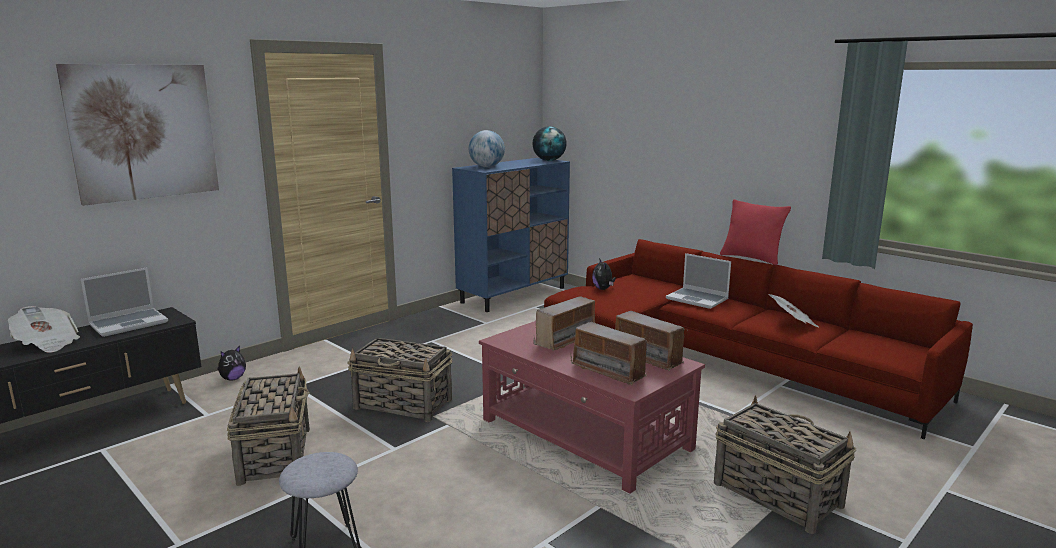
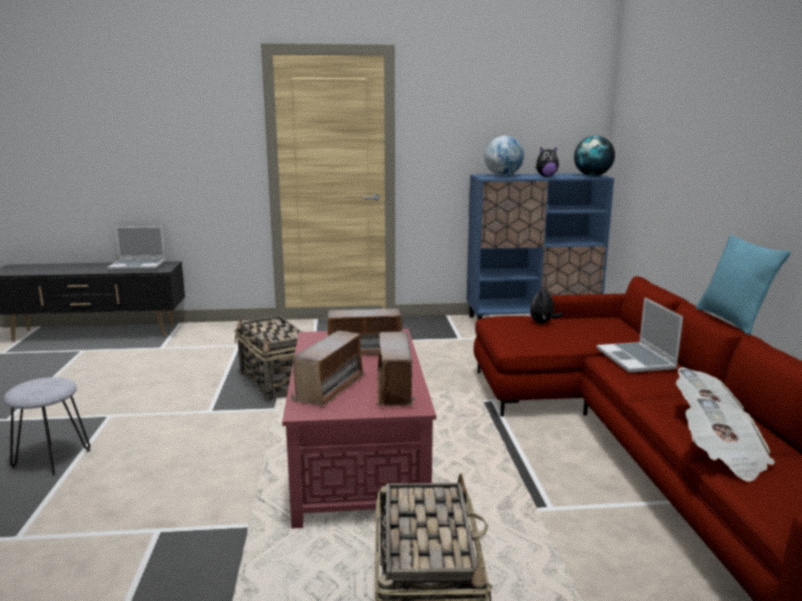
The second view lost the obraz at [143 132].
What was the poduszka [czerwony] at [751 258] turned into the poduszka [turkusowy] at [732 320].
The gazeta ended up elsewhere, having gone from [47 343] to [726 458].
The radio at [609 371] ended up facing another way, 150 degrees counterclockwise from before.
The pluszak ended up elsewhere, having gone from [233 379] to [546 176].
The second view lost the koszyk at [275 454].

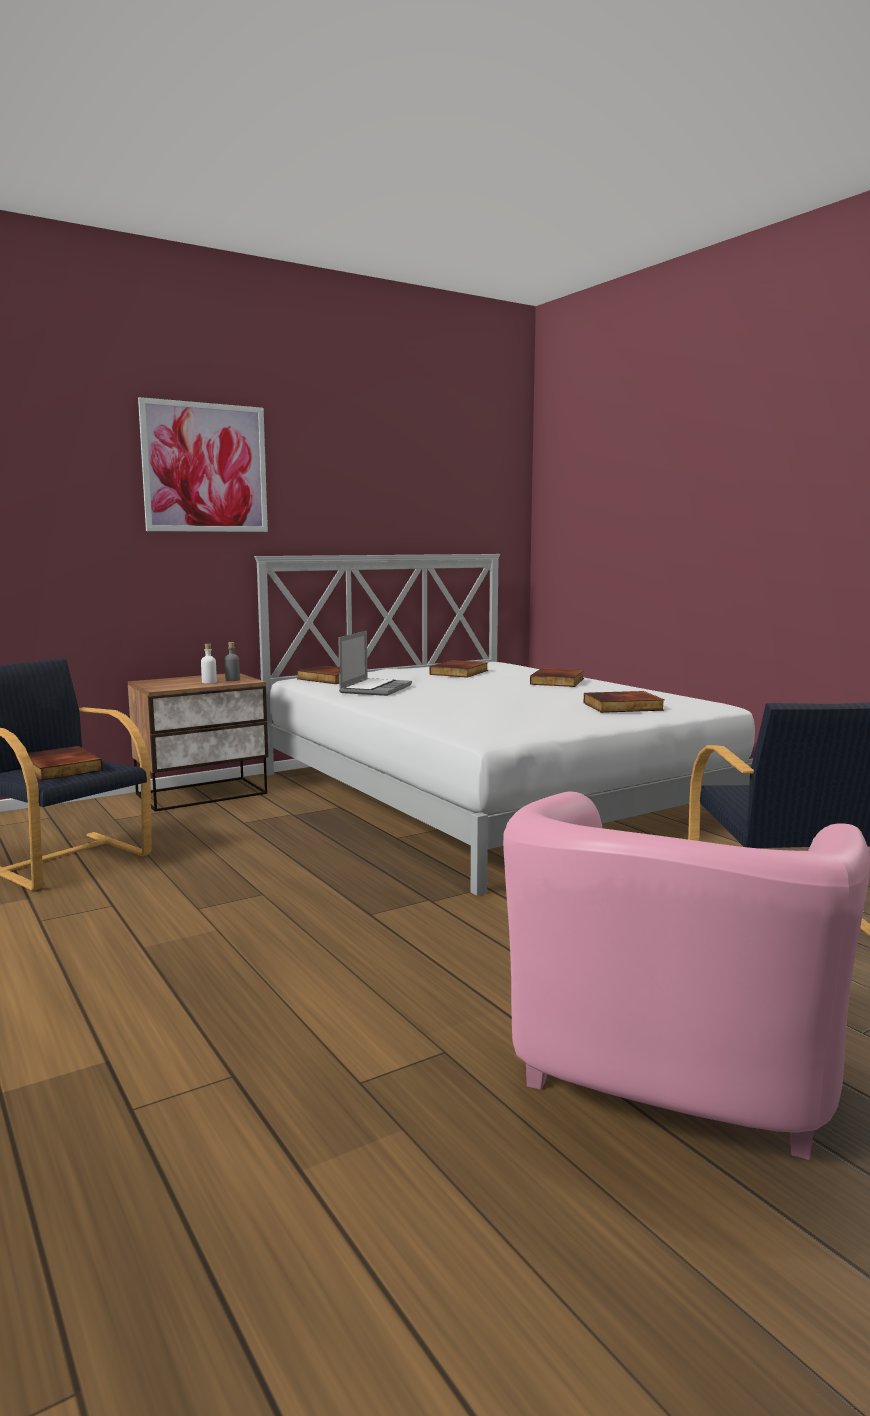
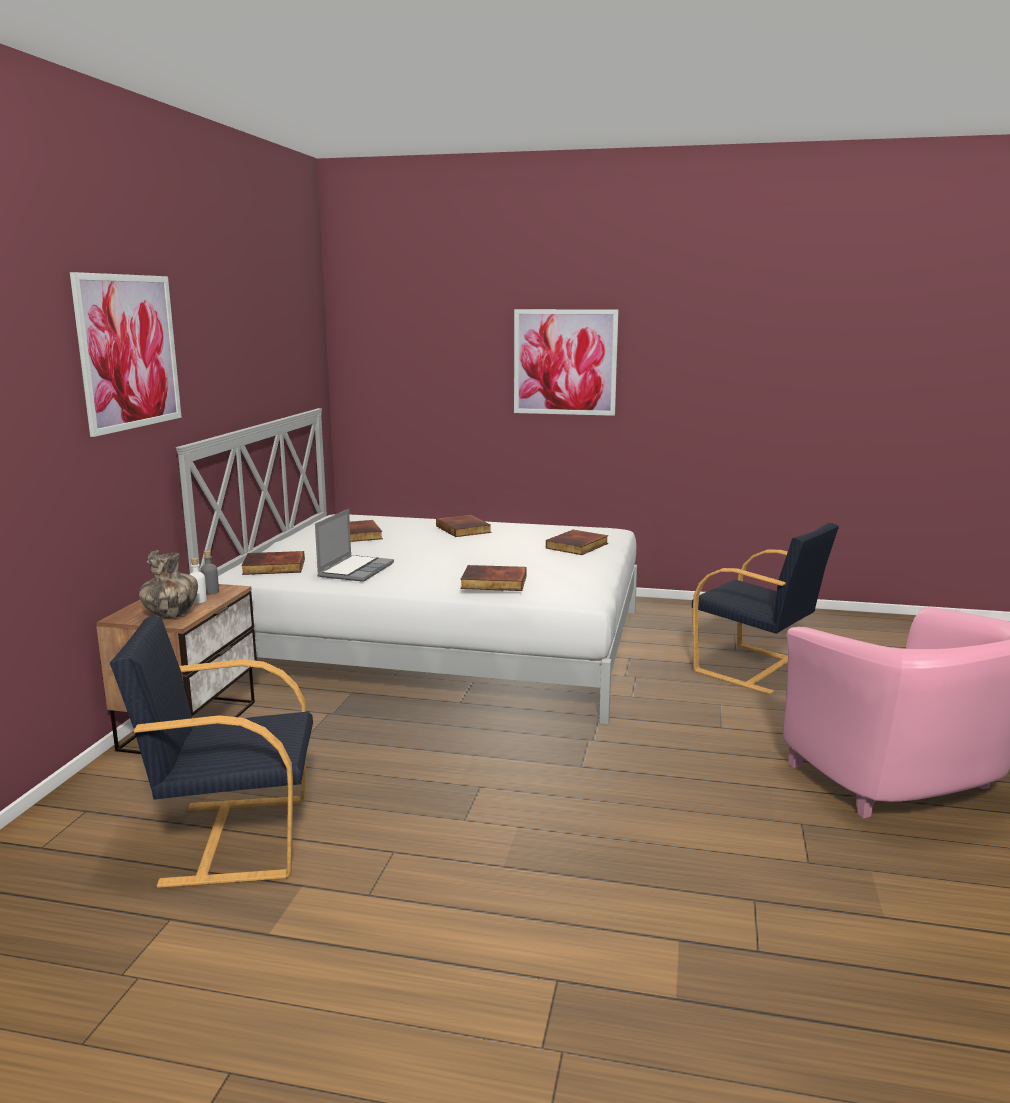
The laptop at [375 689] ended up facing another way, 45 degrees clockwise from before.
The książka ended up elsewhere, having gone from [59 768] to [493 582].
The second view gained the obraz at [565 362].
The second view gained the wazon at [172 615].

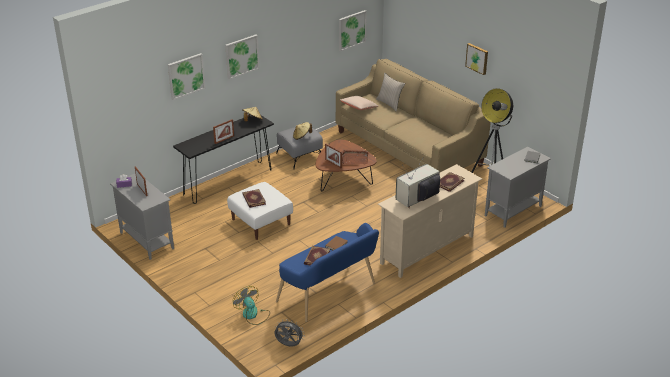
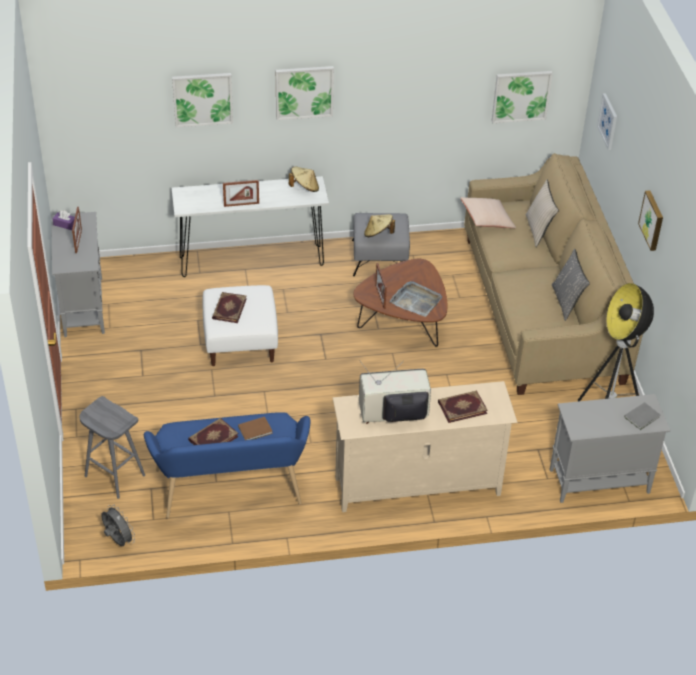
What was the stolik konsolowy [czarny] at [228 182] turned into the stolik konsolowy [biały] at [251 261].
What was the taca [brązowy] at [354 158] turned into the taca [szary] at [416 300].
Where the wentylator stood at [253 315], the stołek [szary] came to stand at [113 475].
The second view gained the obraz at [608 121].
The second view gained the poduszka [szary] at [566 302].

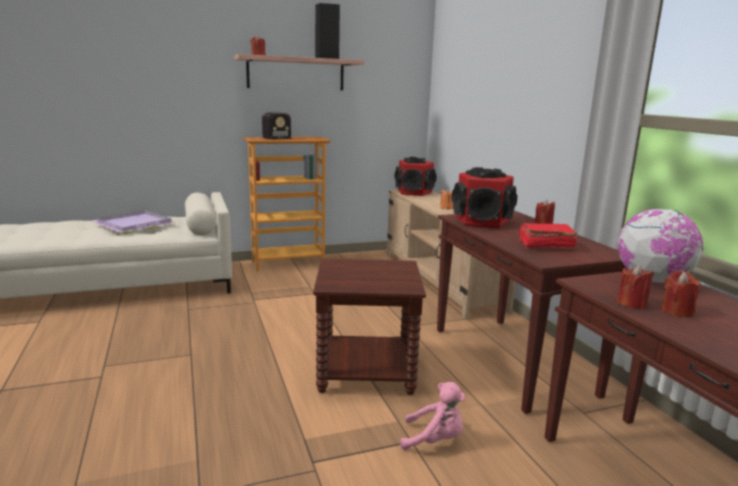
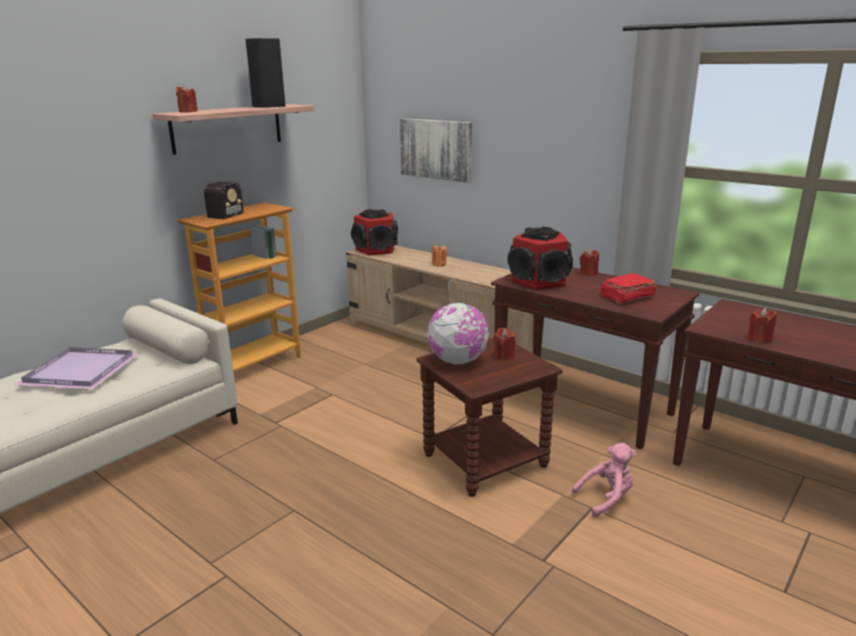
The globus ended up elsewhere, having gone from [652 280] to [458 361].
The świeca [czerwony] ended up elsewhere, having gone from [676 311] to [504 356].
The second view gained the obraz at [436 149].

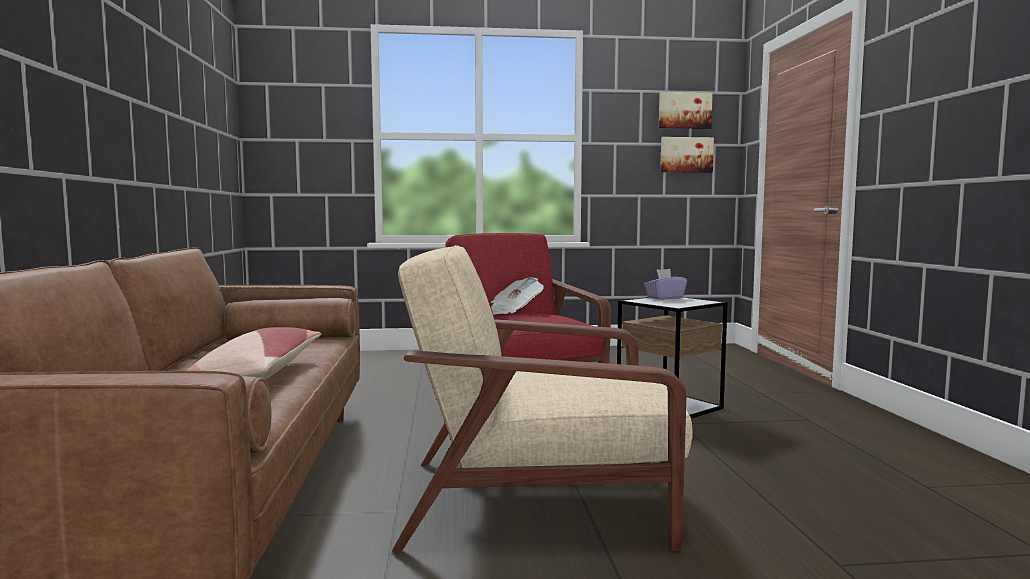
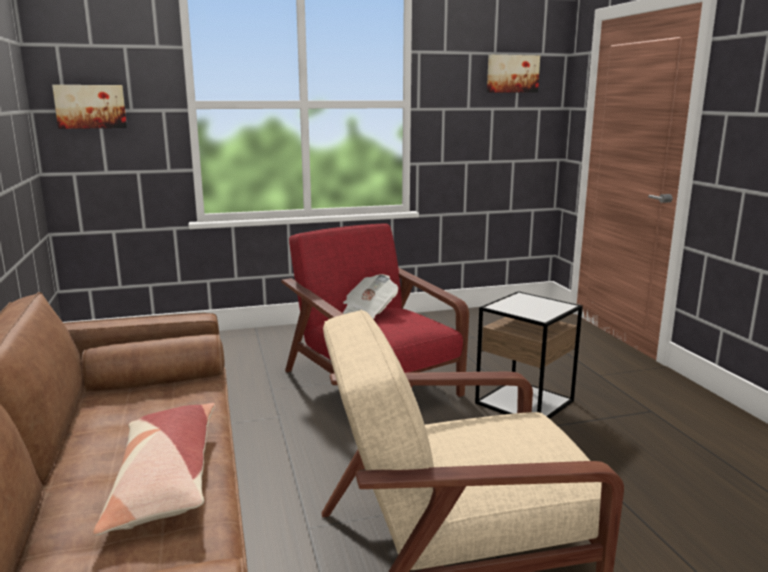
The obraz ended up elsewhere, having gone from [686 155] to [91 106].
The second view lost the pudełko chusteczek [fioletowy] at [664 298].

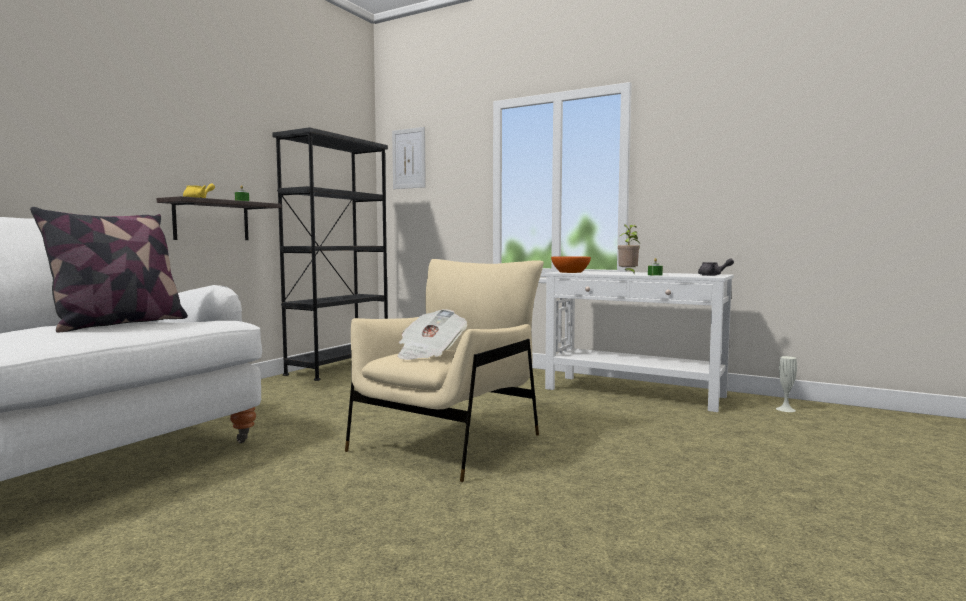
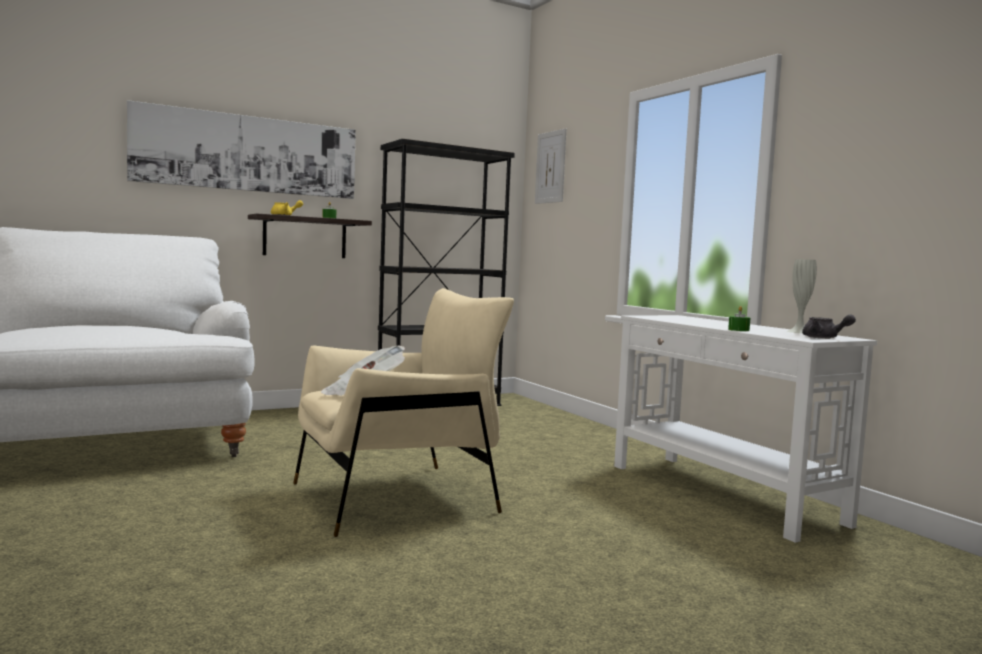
The second view lost the poduszka at [119 324].
The second view lost the roślina doniczkowa at [628 274].
The second view lost the miska [pomarańczowy] at [570 272].
The wazon [biały] ended up elsewhere, having gone from [785 409] to [799 332].
The second view gained the obraz at [248 153].

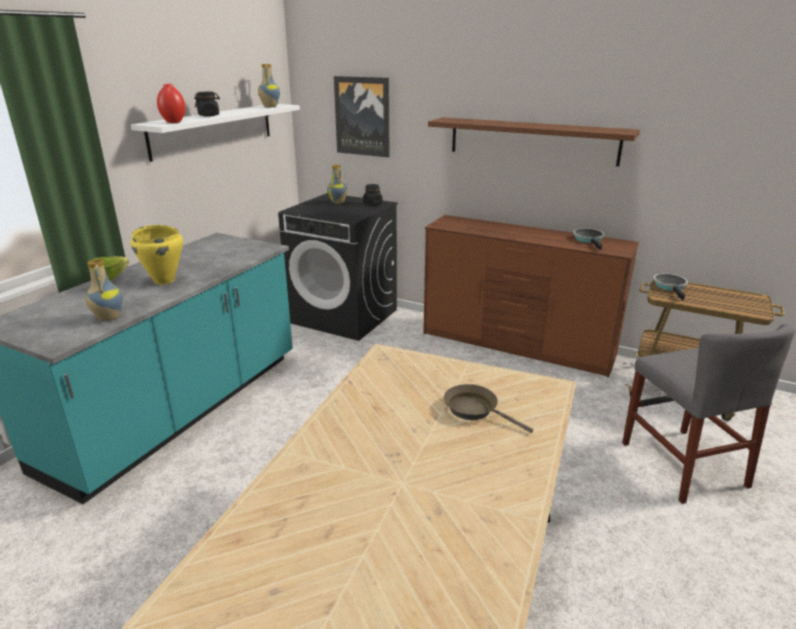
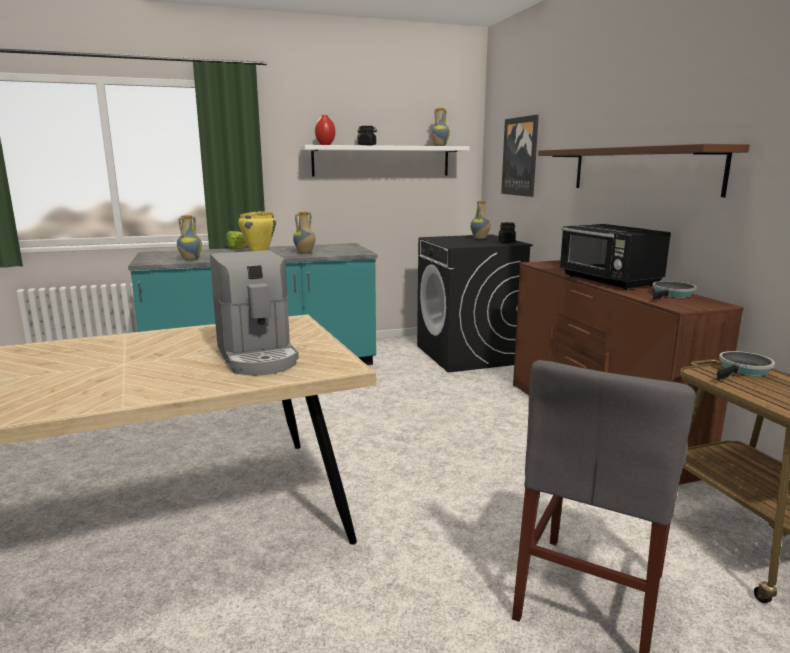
Where the patelnia [brązowy] stood at [475 410], the ekspres do kawy came to stand at [258 356].
The second view gained the wazon at [305 253].
The second view gained the mikrofalówka [czarny] at [609 281].

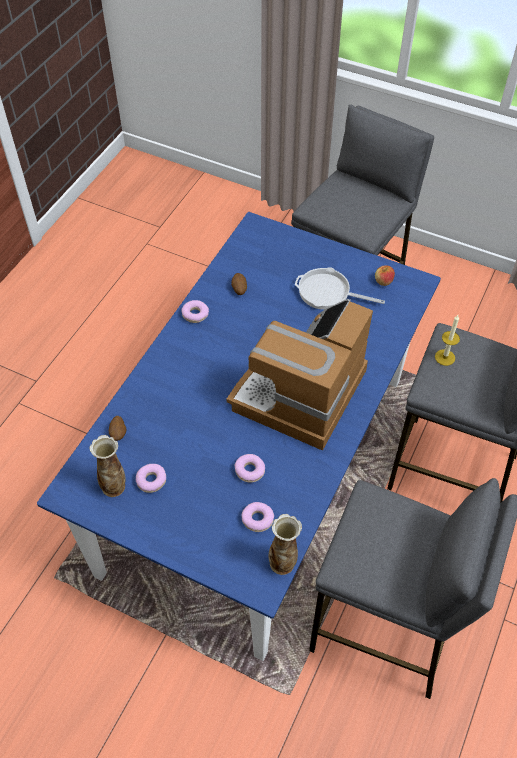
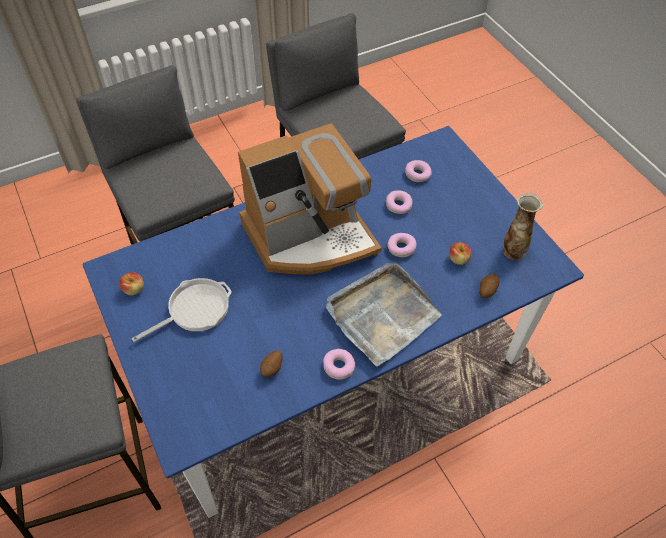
The patelnia at [328 293] ended up facing another way, 90 degrees counterclockwise from before.
The second view lost the świeca at [445 357].
The donut ended up elsewhere, having gone from [151 480] to [401 248].
The second view lost the wazon at [283 563].
The second view gained the jabłko at [458 259].
The second view gained the taca [szary] at [382 314].

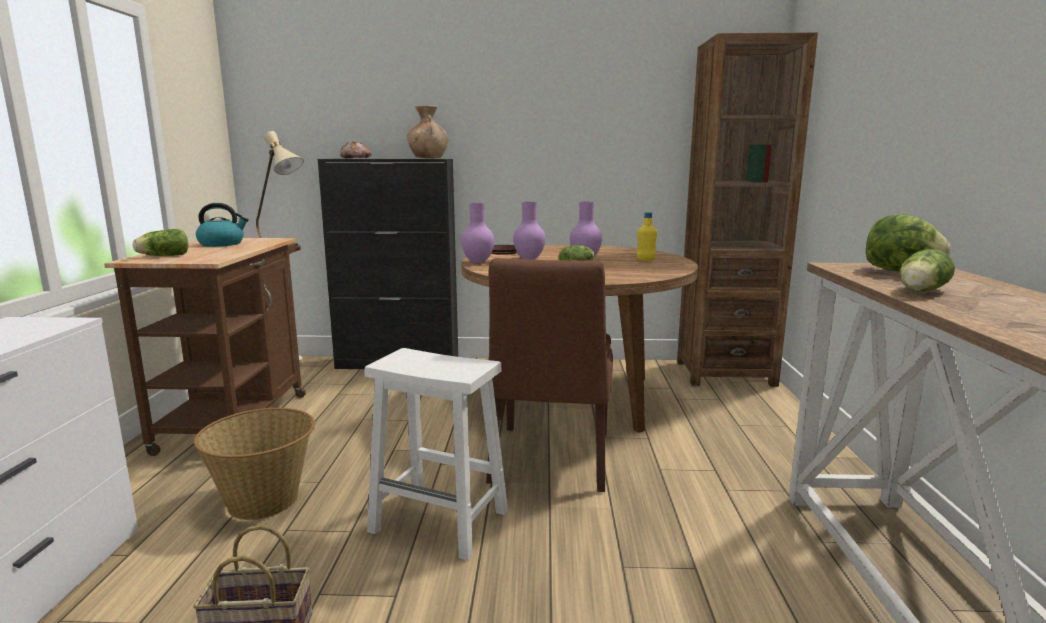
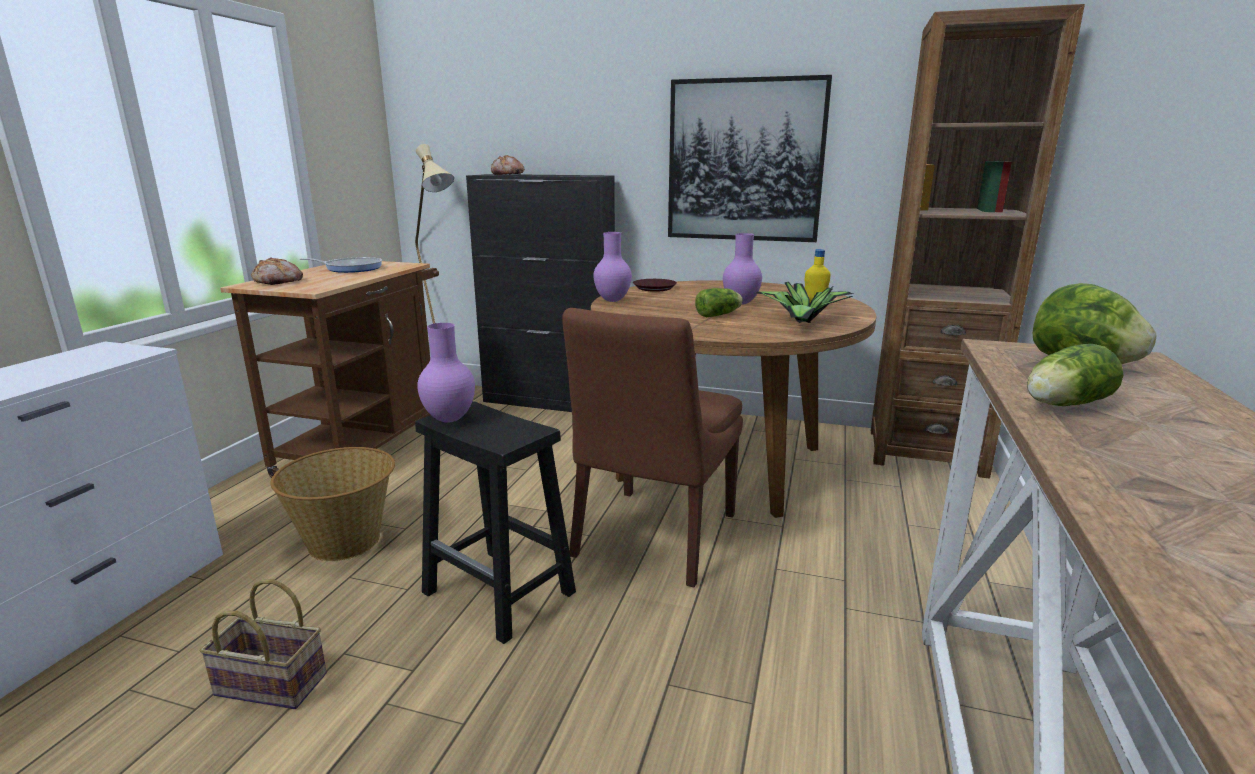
The second view lost the wazon [brązowy] at [428 158].
The wazon [fioletowy] ended up elsewhere, having gone from [529 259] to [451 419].
Where the czajnik stood at [222 244], the patelnia came to stand at [351 268].
Where the sałata stood at [162 256], the chleb came to stand at [278 281].
What was the stołek [biały] at [441 521] turned into the stołek [czarny] at [501 593].
The second view gained the obraz at [745 161].
The second view gained the roślina doniczkowa at [801 321].

